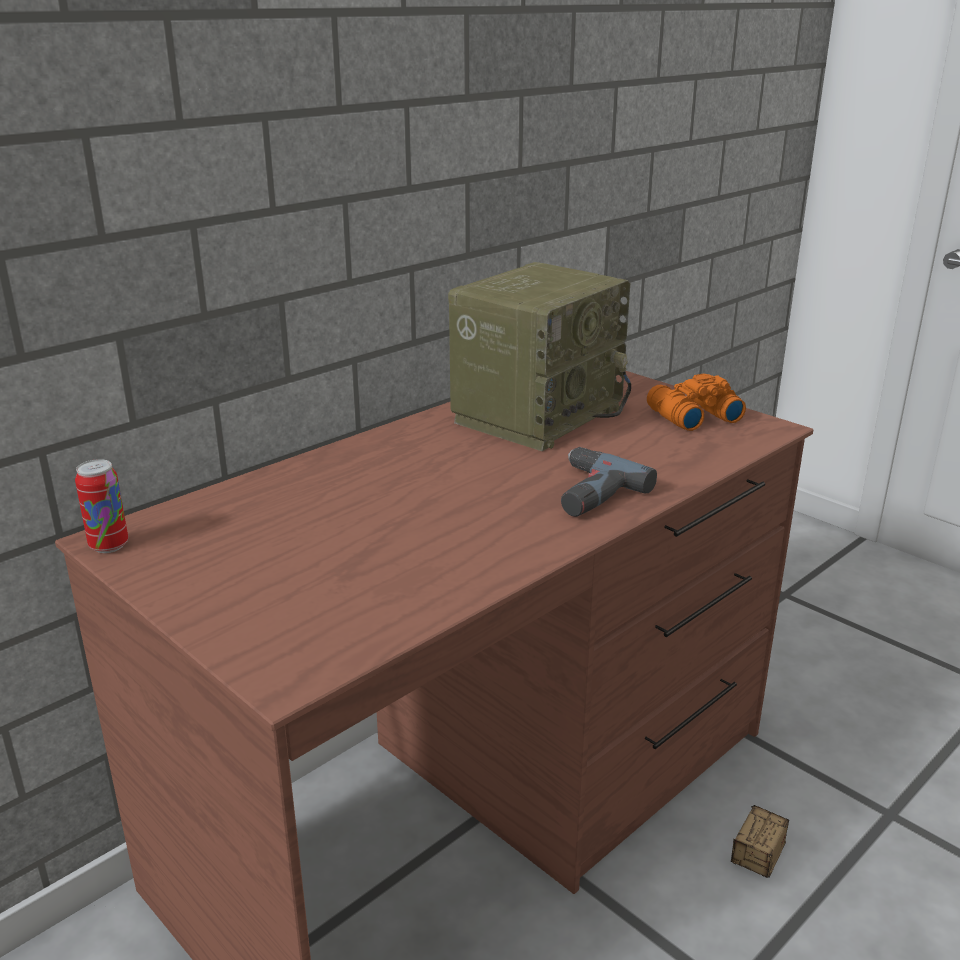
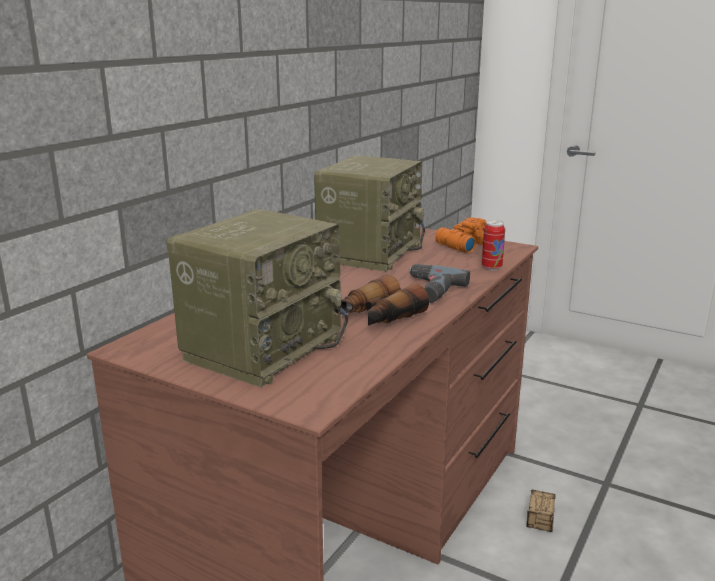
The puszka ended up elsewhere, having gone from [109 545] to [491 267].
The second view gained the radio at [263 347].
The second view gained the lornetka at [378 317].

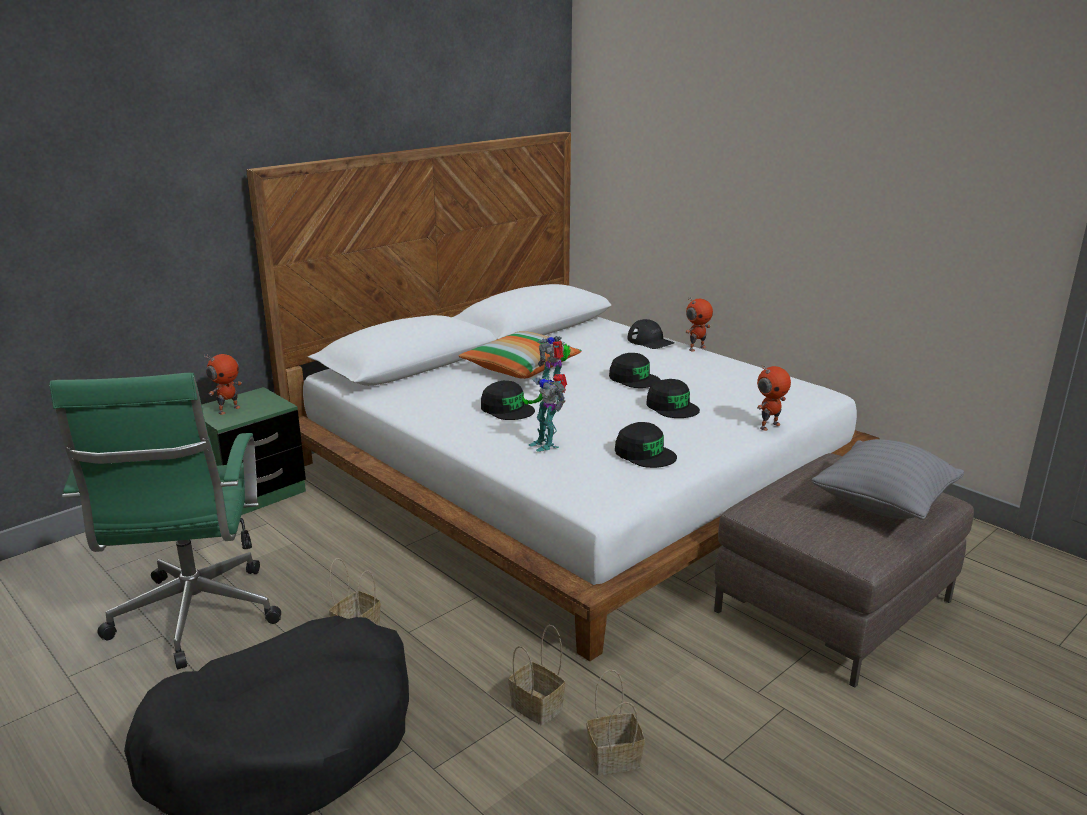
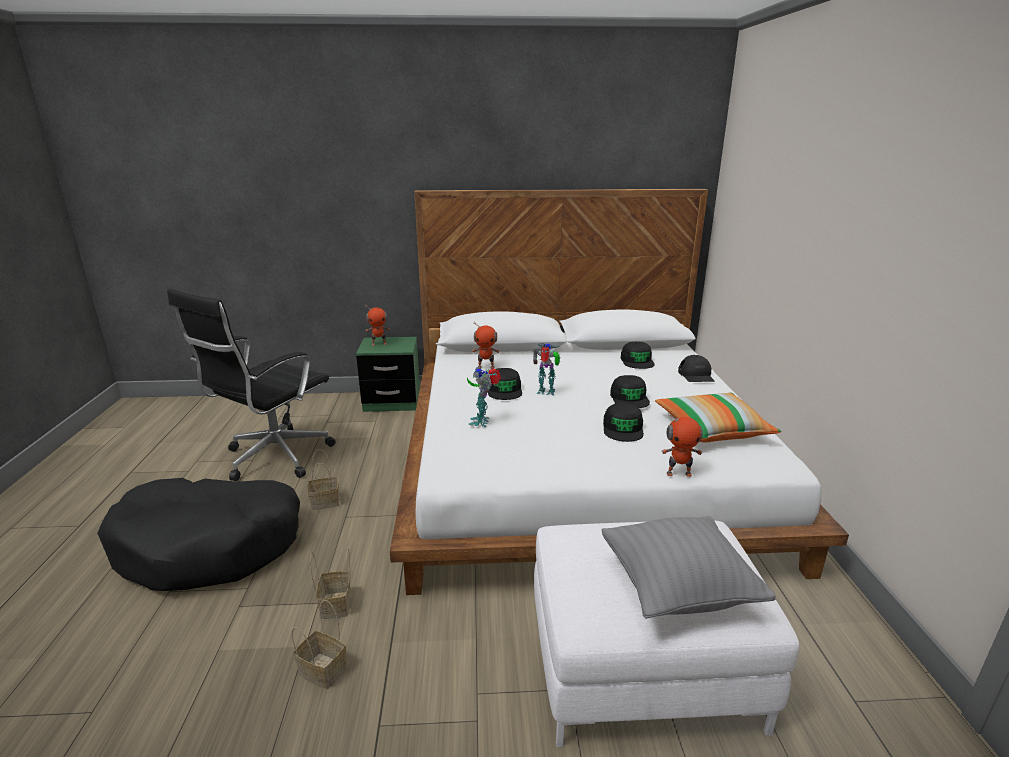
The robot zabawkowy ended up elsewhere, having gone from [696 348] to [486 367].
The poduszka ended up elsewhere, having gone from [520 369] to [712 430].
What was the krzesło biurowe [zielony] at [194 620] turned into the krzesło biurowe [czarny] at [273 458].
The czapka z daszkiem [czarny] ended up elsewhere, having gone from [645 453] to [637 361].
What was the pufa [brązowy] at [833 605] turned into the pufa [biały] at [641 665].

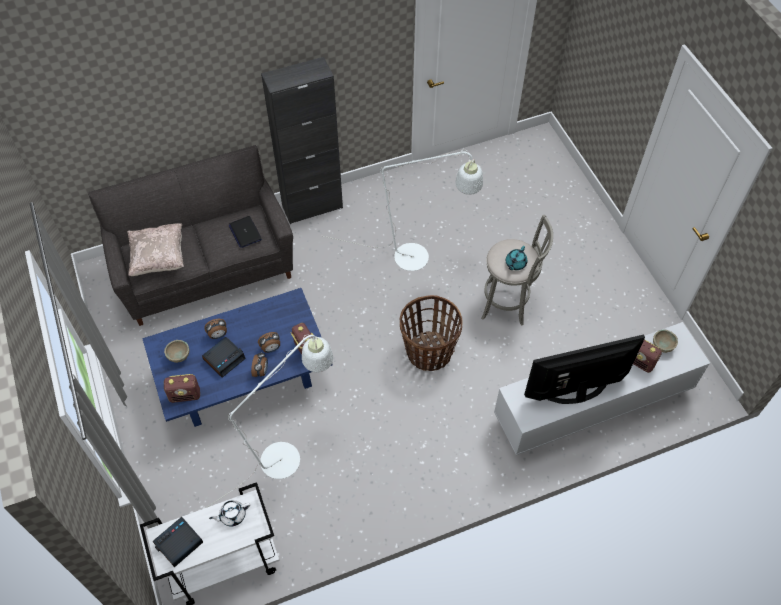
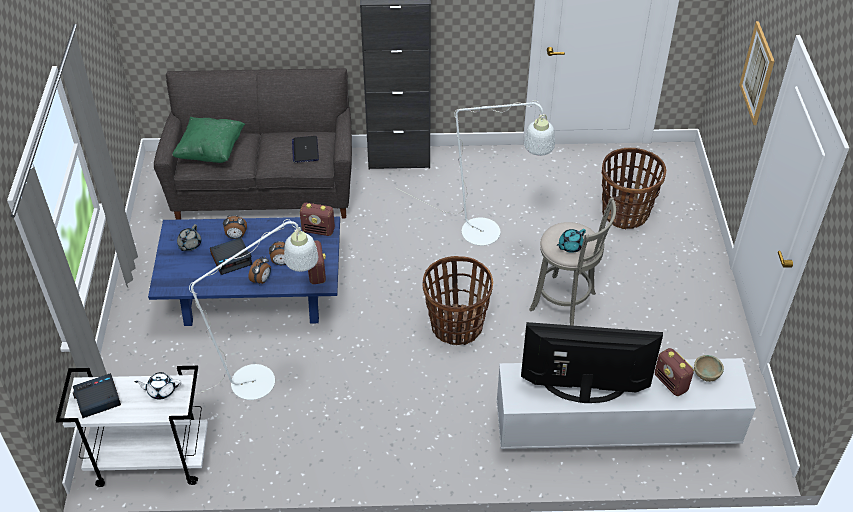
What was the poduszka [beżowy] at [159 258] turned into the poduszka [zielony] at [211 152].
Where the miska [beżowy] stood at [179 356], the imbryk [szary] came to stand at [189 245].
The radio ended up elsewhere, having gone from [185 395] to [318 230].
The second view gained the obraz at [757 73].
The second view gained the koszyk at [625 213].

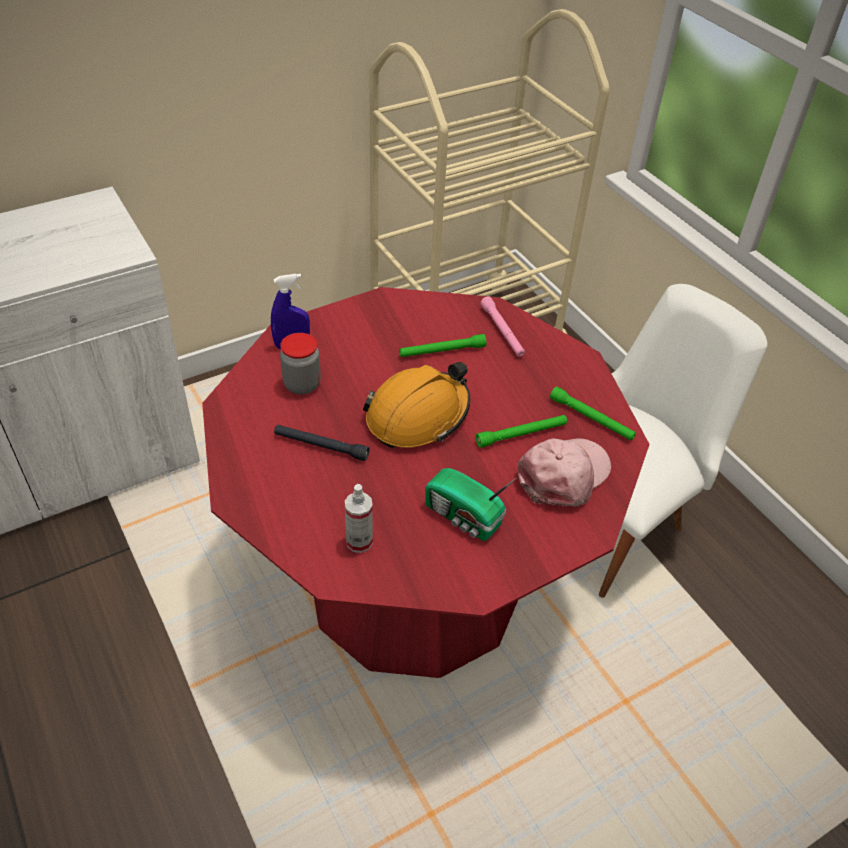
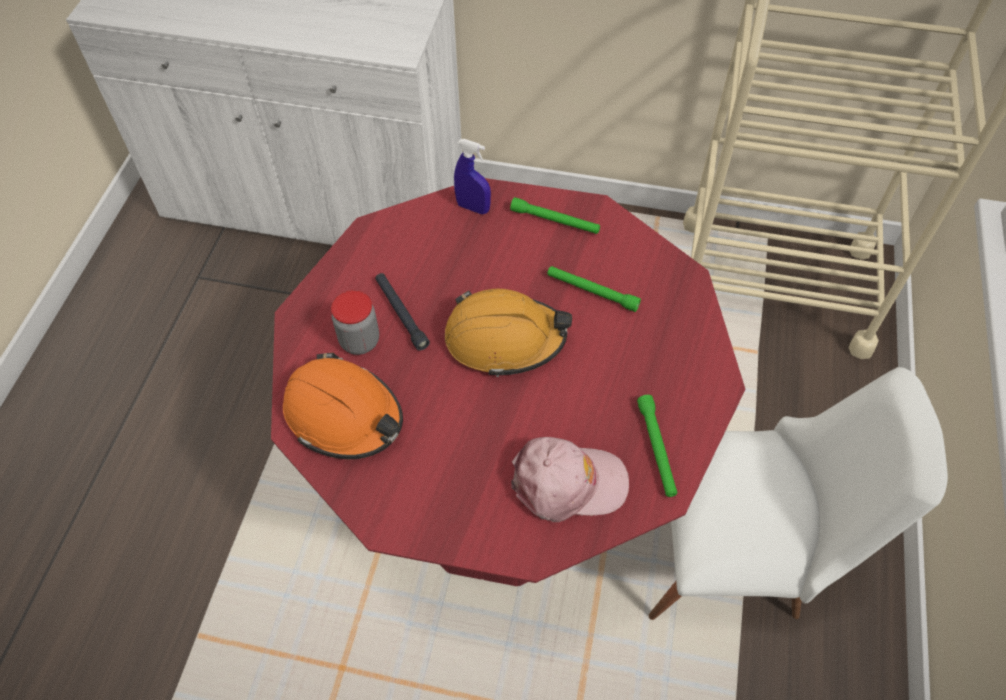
The second view lost the latarka [różowy] at [502 331].
The słoik ended up elsewhere, having gone from [302 384] to [359 341].
The latarka [zielony] ended up elsewhere, having gone from [521 434] to [555 221].
The second view lost the radio at [463 518].
Where the spryskiwacz stood at [359 542], the kask [pomarańczowy] came to stand at [344 415].

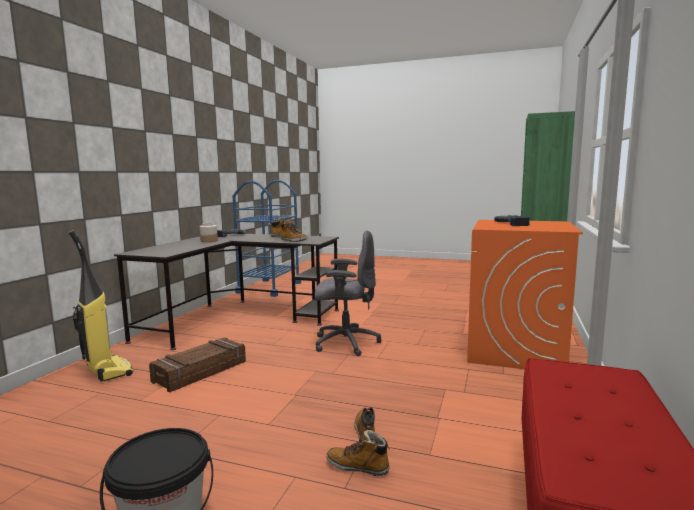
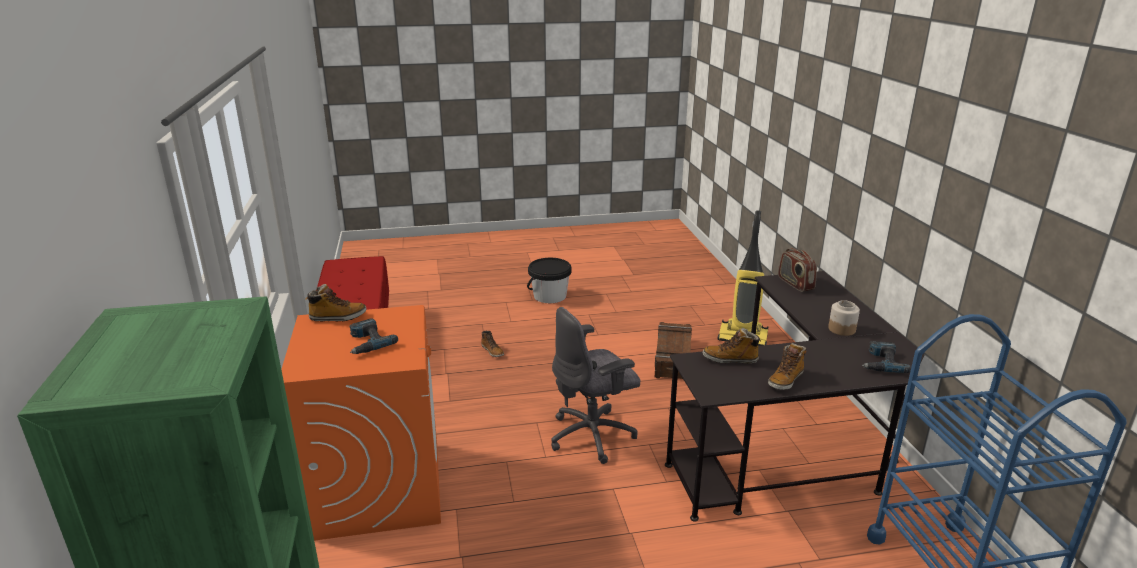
The but z cholewką ended up elsewhere, having gone from [358 467] to [337 317].
The second view gained the radio at [795 284].

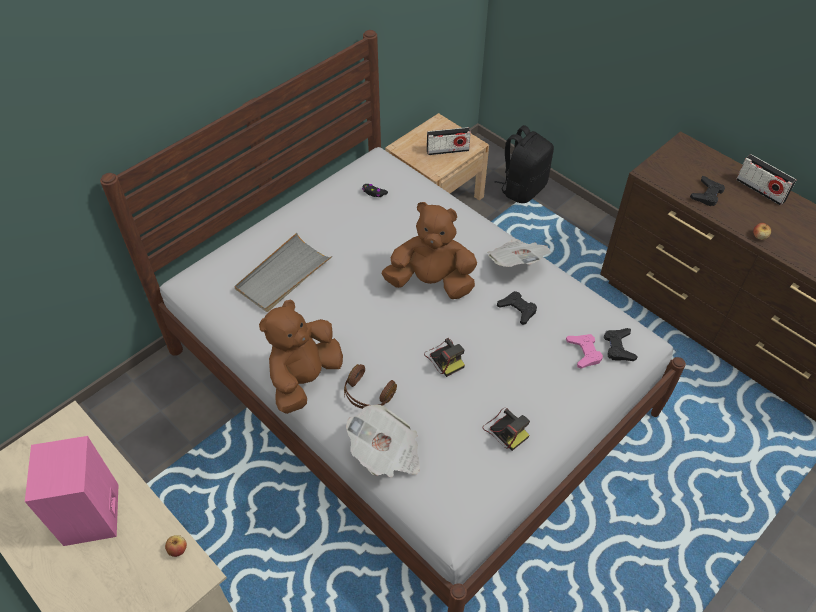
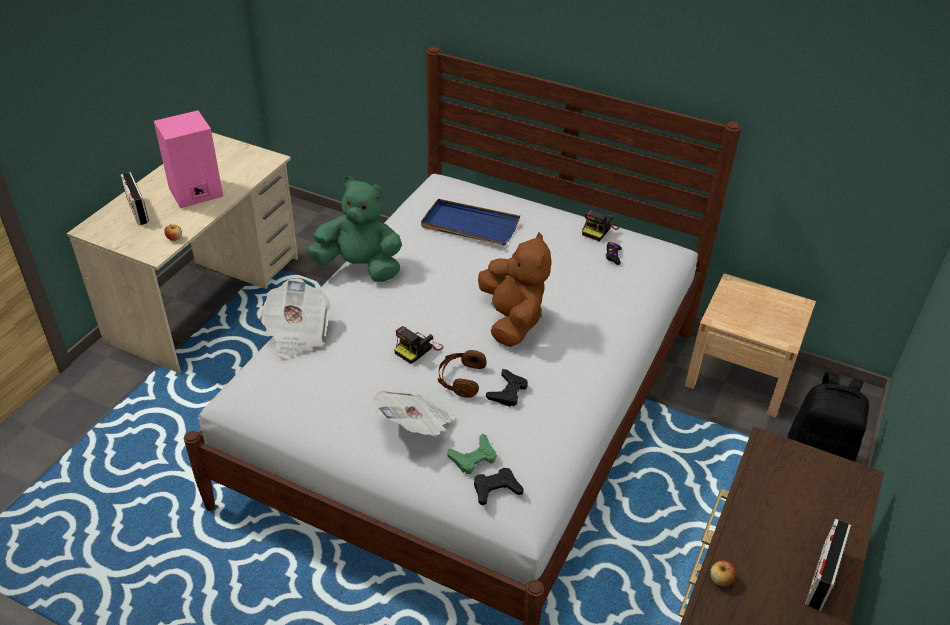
The radio ended up elsewhere, having gone from [447 150] to [137 210].
The second view lost the pad do gier [czarny] at [707 194].
What was the taca [szary] at [283 275] turned into the taca [niebieski] at [469 225].
The gazeta ended up elsewhere, having gone from [516 263] to [416 426].
What was the pluszak [brązowy] at [304 378] turned into the pluszak [zielony] at [359 267].
What was the pad do gier [różowy] at [584 352] turned into the pad do gier [zielony] at [473 458].
The słuchawki [brązowy] ended up elsewhere, having gone from [367 395] to [460 379].
The aparat fotograficzny ended up elsewhere, having gone from [505 430] to [599 230].

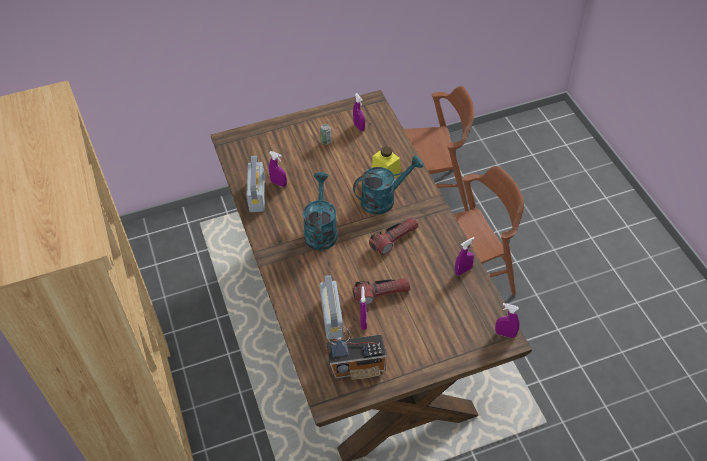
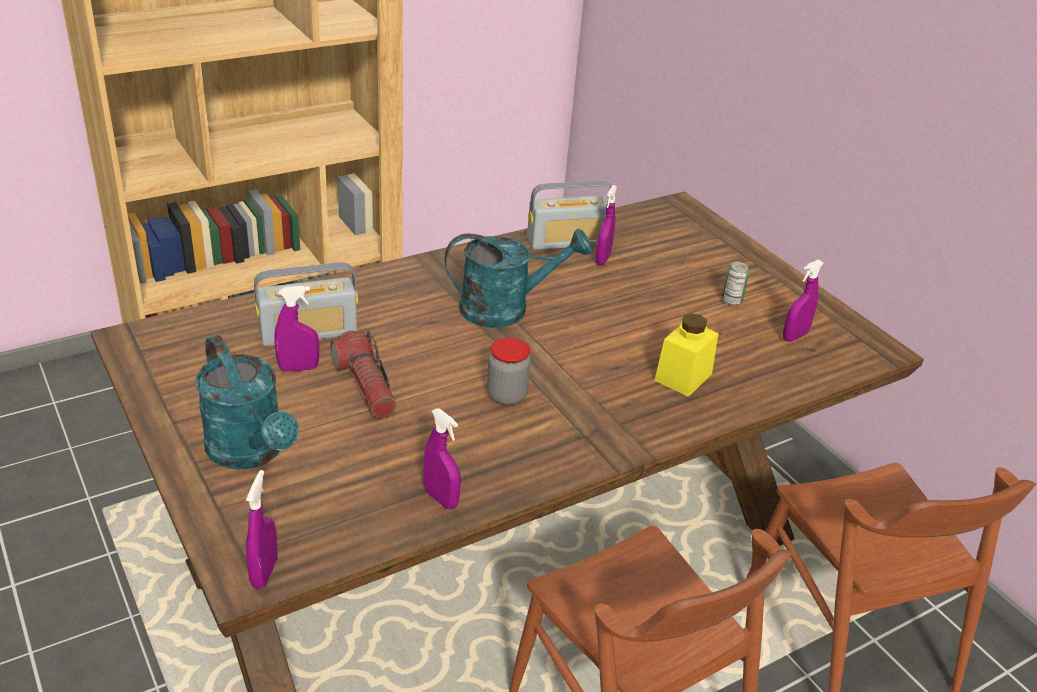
The konewka [turkusowy] ended up elsewhere, having gone from [384 199] to [251 452].
Where the latarka stood at [394 239], the słoik came to stand at [506 396].
The second view lost the radio at [358 366].

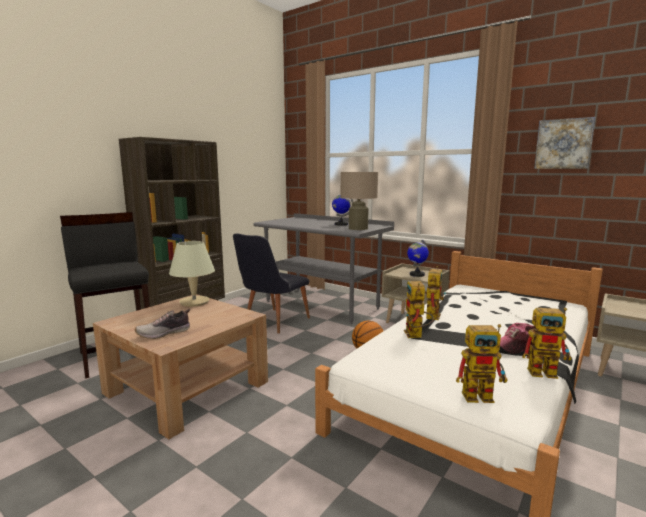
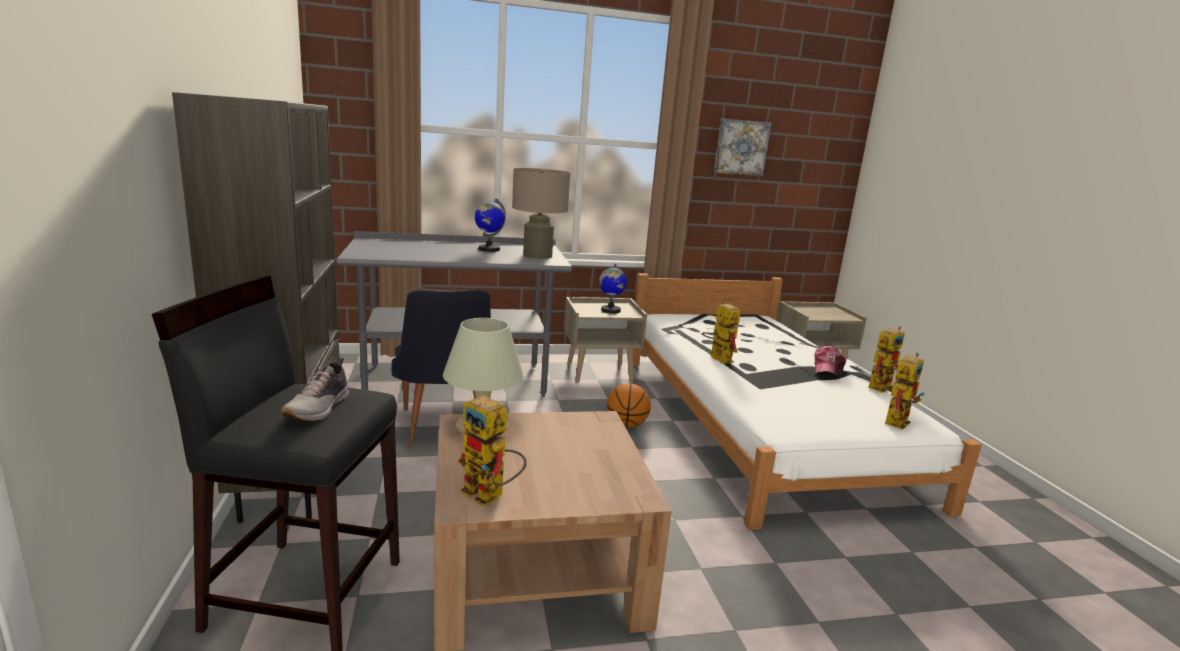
The robot zabawkowy ended up elsewhere, having gone from [416 336] to [491 496].
The but ended up elsewhere, having gone from [164 333] to [319 408].

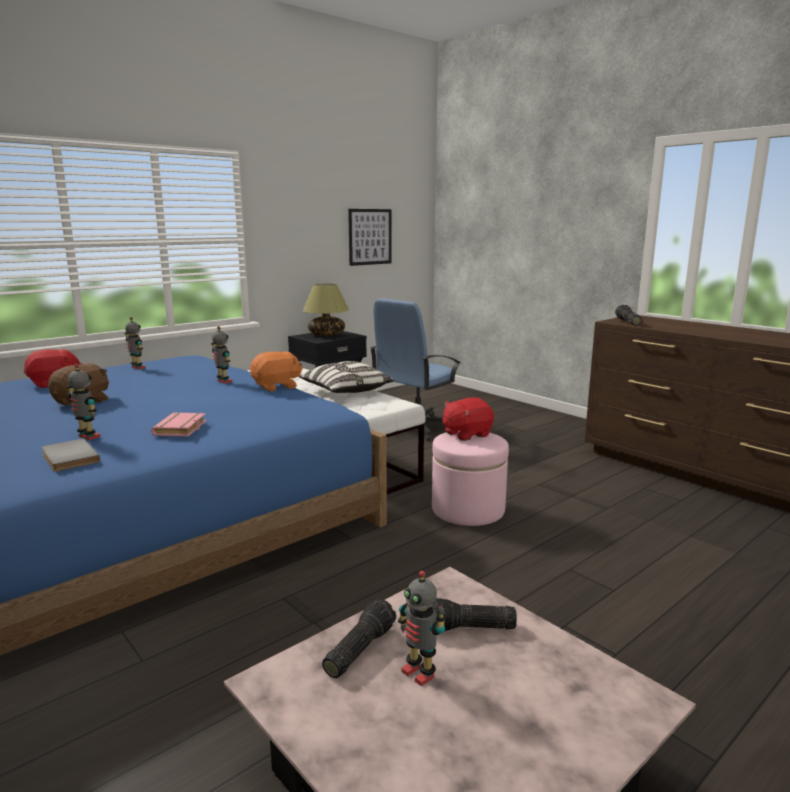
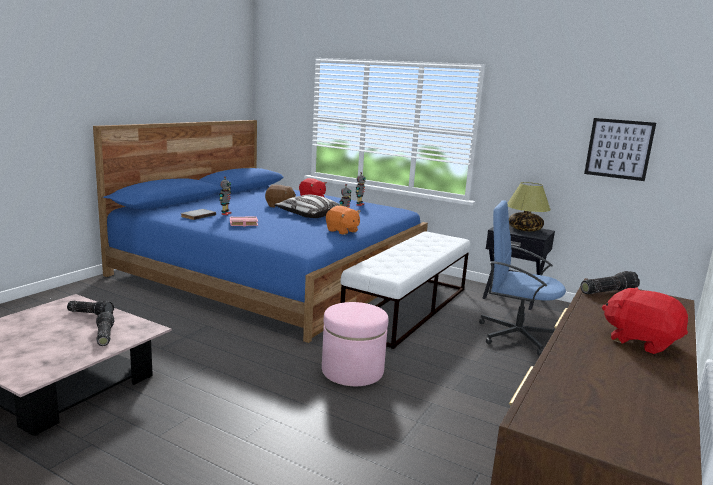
The poduszka ended up elsewhere, having gone from [345 391] to [308 215].
The pluszak [czerwony] ended up elsewhere, having gone from [466 434] to [640 341].
The second view lost the robot zabawkowy at [419 673].

